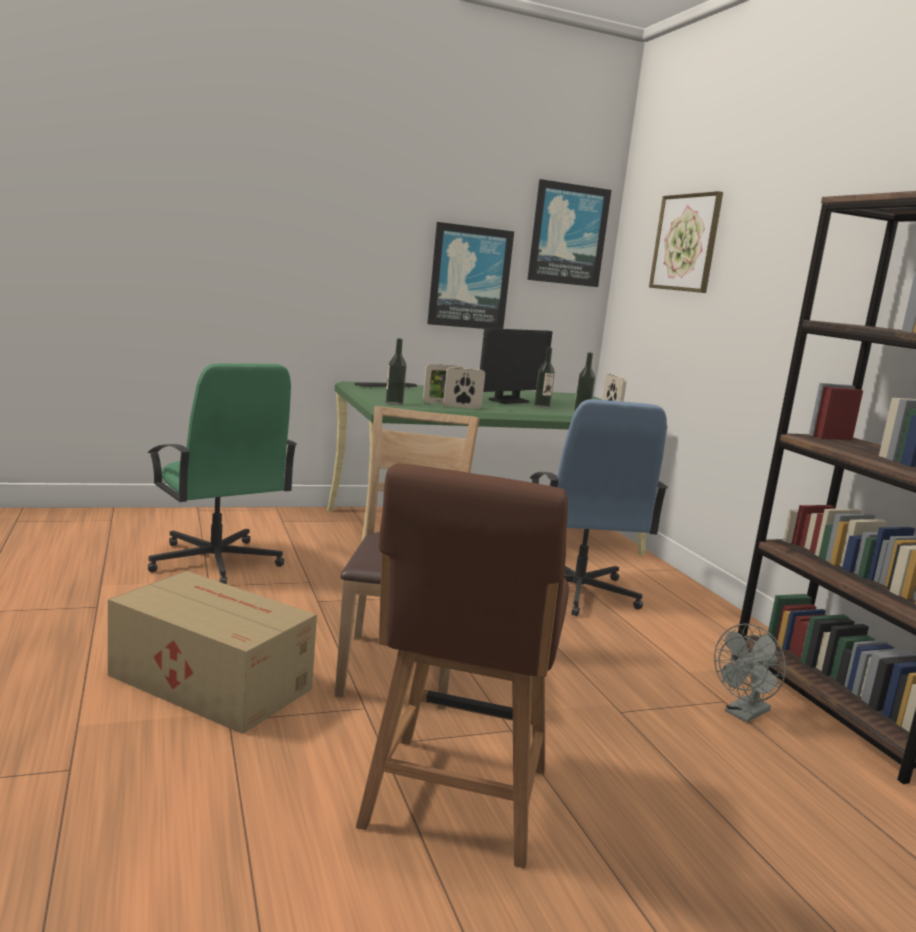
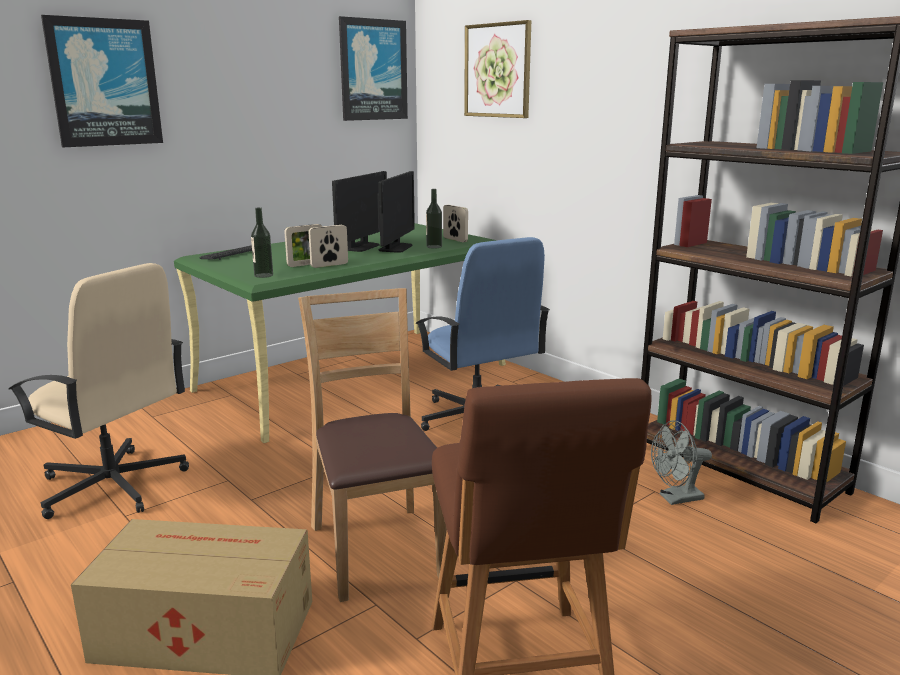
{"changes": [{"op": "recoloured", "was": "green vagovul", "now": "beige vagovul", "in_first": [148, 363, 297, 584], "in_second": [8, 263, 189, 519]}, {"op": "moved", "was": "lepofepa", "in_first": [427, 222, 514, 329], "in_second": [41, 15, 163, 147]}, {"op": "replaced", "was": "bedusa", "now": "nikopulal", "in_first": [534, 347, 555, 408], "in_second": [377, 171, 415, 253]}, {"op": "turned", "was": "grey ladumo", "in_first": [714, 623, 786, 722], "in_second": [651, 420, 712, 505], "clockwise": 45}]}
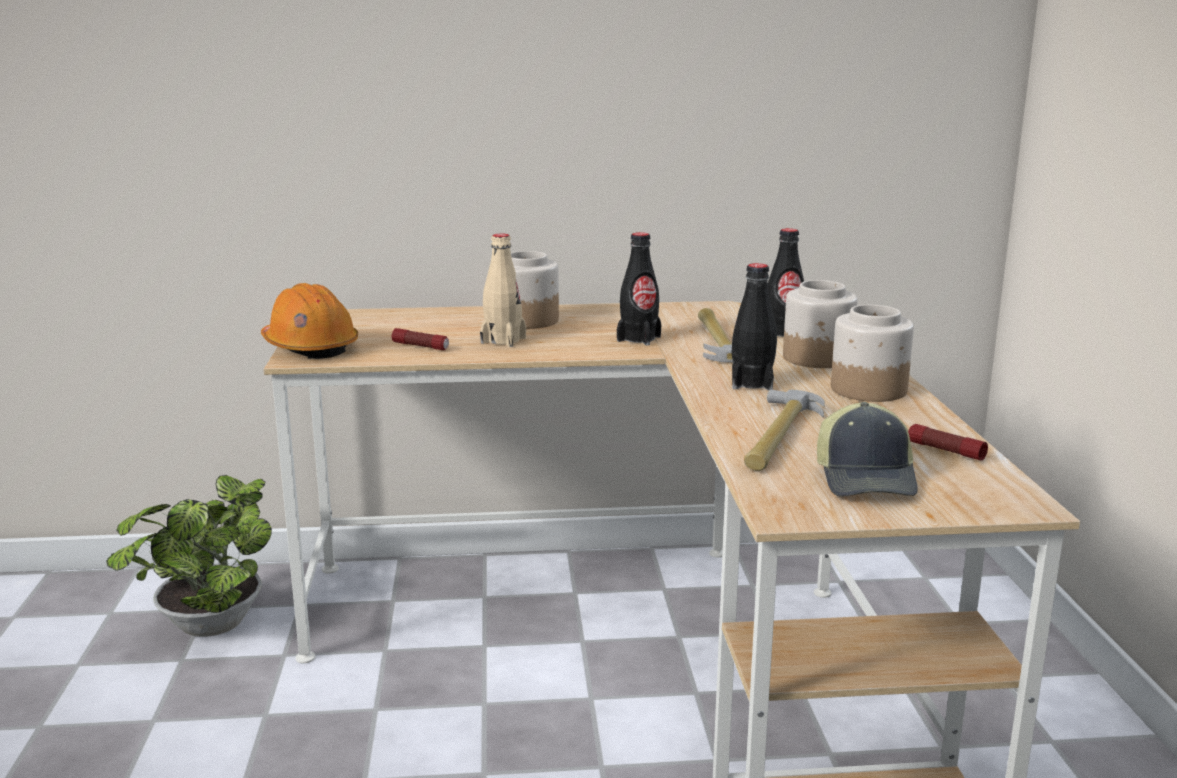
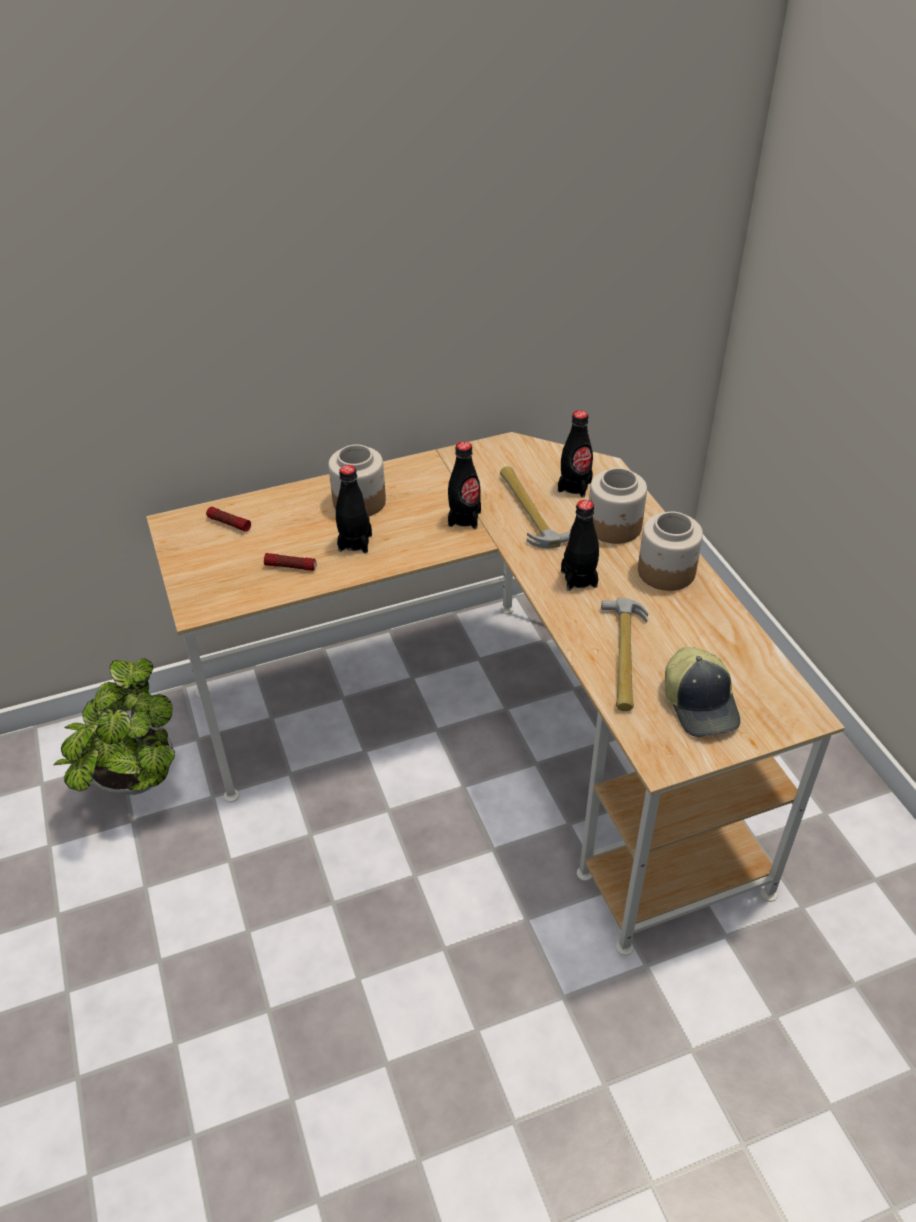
{"changes": [{"op": "moved", "was": "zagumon", "in_first": [908, 424, 988, 461], "in_second": [206, 507, 251, 532]}, {"op": "recoloured", "was": "beige bedusa", "now": "black bedusa", "in_first": [480, 234, 526, 347], "in_second": [336, 465, 372, 553]}, {"op": "removed", "was": "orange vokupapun", "in_first": [261, 283, 358, 359]}]}
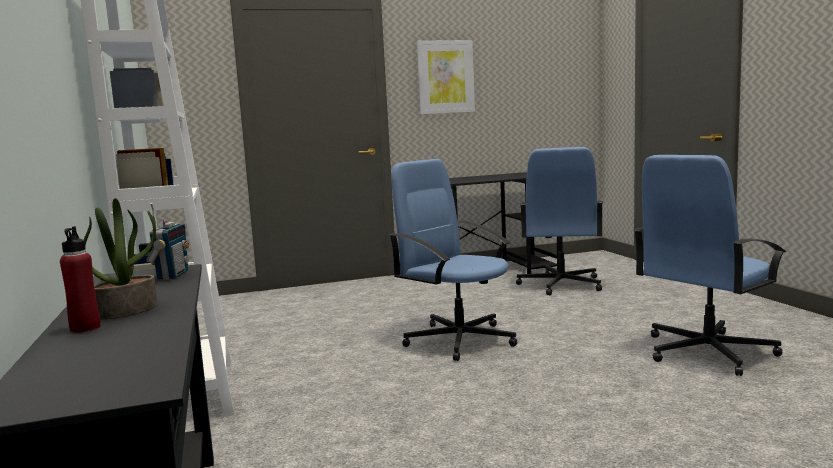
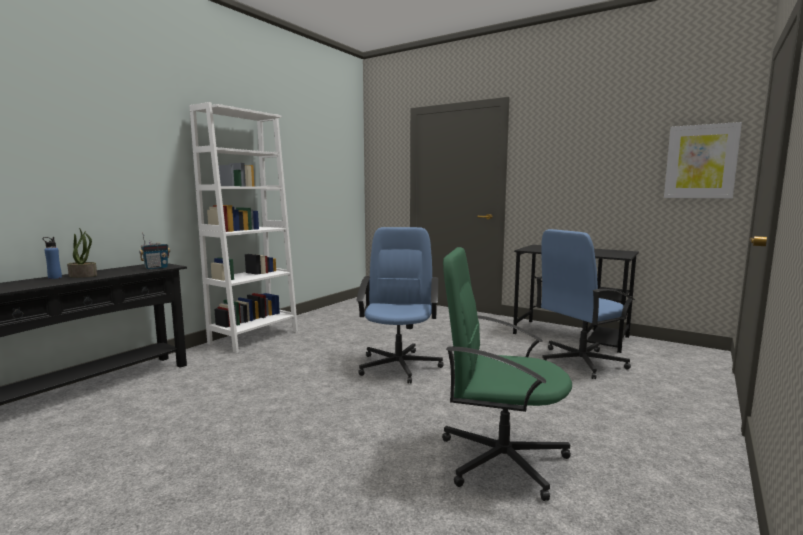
{"changes": [{"op": "recoloured", "was": "red bedusa", "now": "blue bedusa", "in_first": [60, 226, 100, 333], "in_second": [43, 237, 62, 279]}, {"op": "recoloured", "was": "blue vagovul", "now": "green vagovul", "in_first": [633, 155, 786, 376], "in_second": [442, 247, 572, 501]}, {"op": "moved", "was": "lepofepa", "in_first": [417, 40, 475, 114], "in_second": [664, 122, 742, 199]}]}
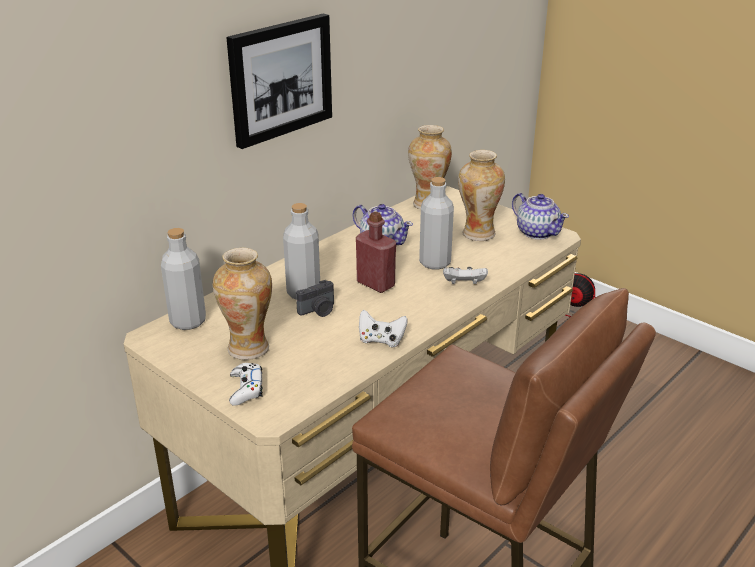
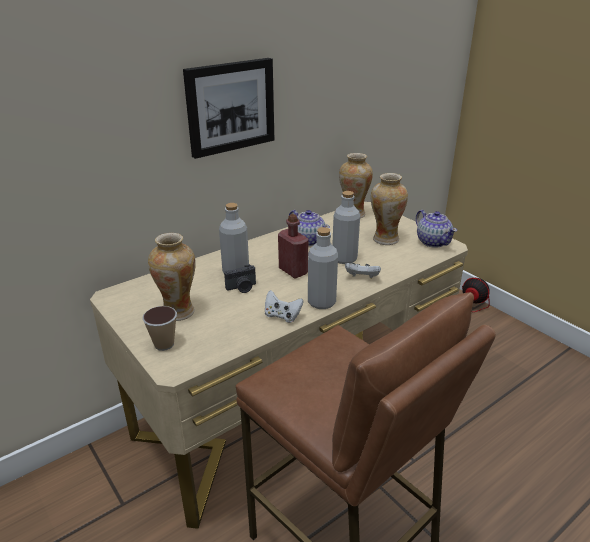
{"changes": [{"op": "replaced", "was": "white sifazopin", "now": "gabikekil", "in_first": [229, 363, 263, 406], "in_second": [142, 306, 177, 351]}, {"op": "moved", "was": "grey bedusa", "in_first": [161, 228, 206, 330], "in_second": [308, 227, 338, 309]}]}
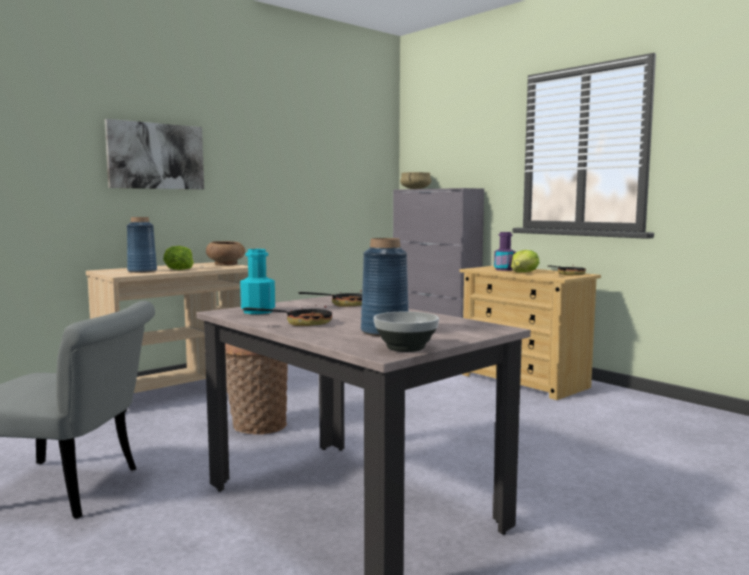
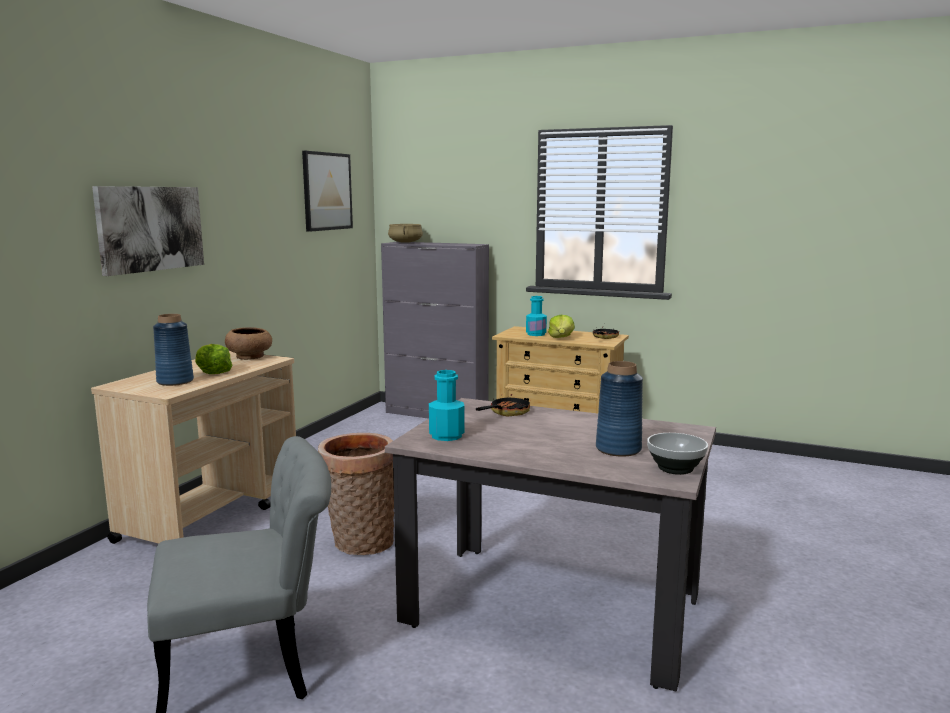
{"changes": [{"op": "added", "now": "lepofepa", "in_second": [302, 151, 353, 232]}, {"op": "recoloured", "was": "purple bedusa", "now": "turquoise bedusa", "in_first": [494, 232, 516, 271], "in_second": [526, 296, 547, 336]}, {"op": "removed", "was": "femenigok", "in_first": [243, 305, 332, 326]}]}
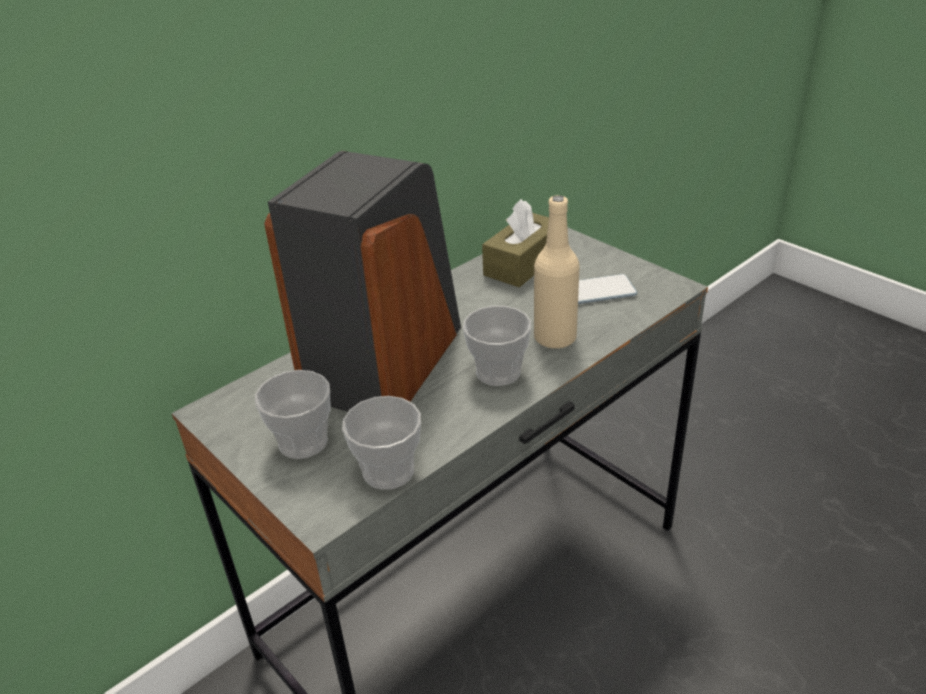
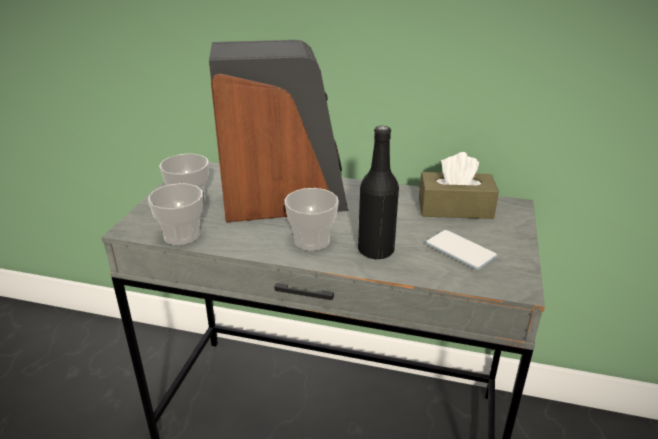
{"changes": [{"op": "recoloured", "was": "beige bedusa", "now": "black bedusa", "in_first": [534, 195, 580, 349], "in_second": [358, 126, 399, 260]}]}
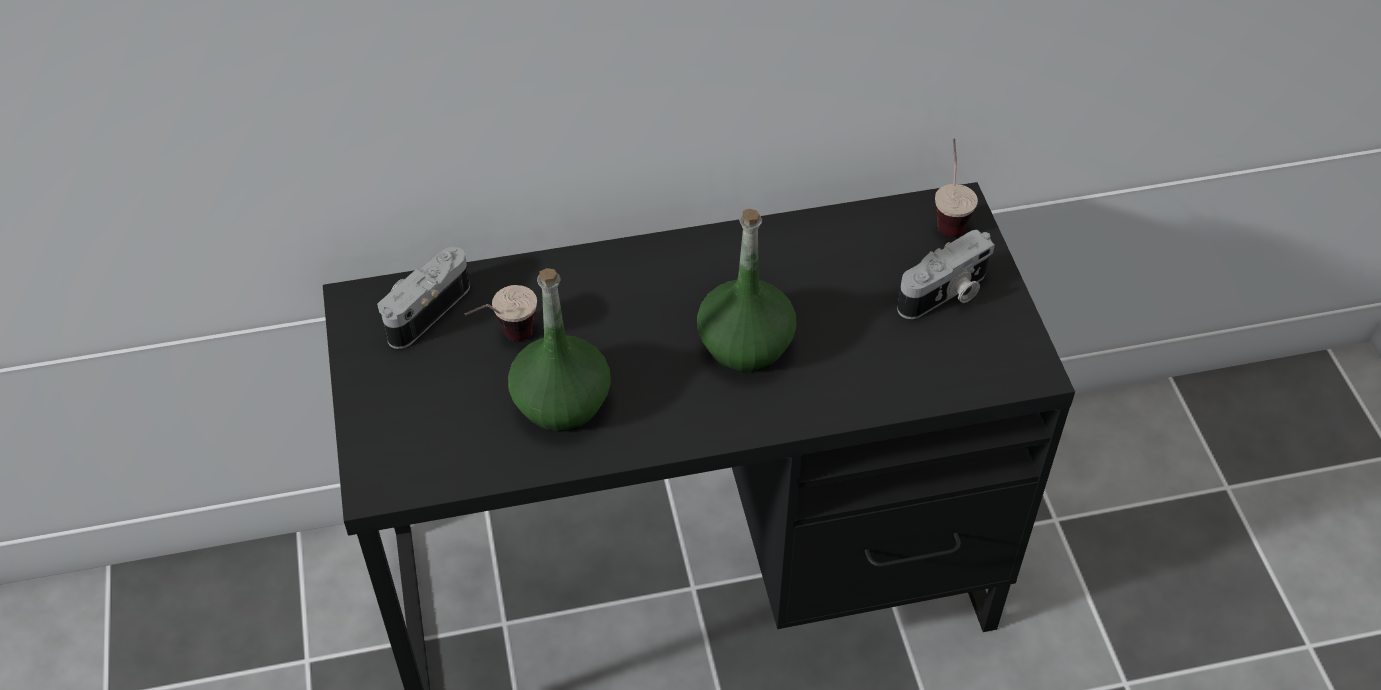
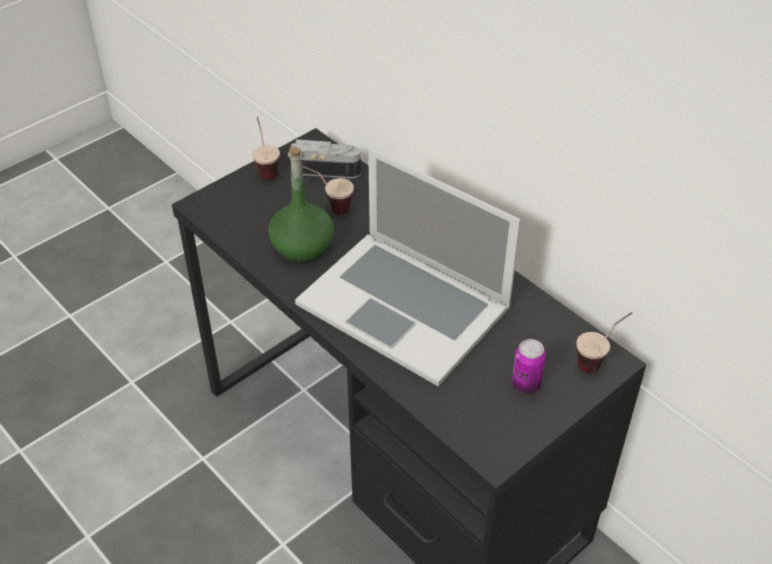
{"changes": [{"op": "added", "now": "gabikekil", "in_second": [252, 117, 280, 180]}, {"op": "replaced", "was": "green bedusa", "now": "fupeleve", "in_first": [697, 209, 796, 372], "in_second": [295, 148, 521, 386]}, {"op": "replaced", "was": "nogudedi", "now": "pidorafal", "in_first": [897, 230, 995, 319], "in_second": [512, 339, 546, 394]}]}
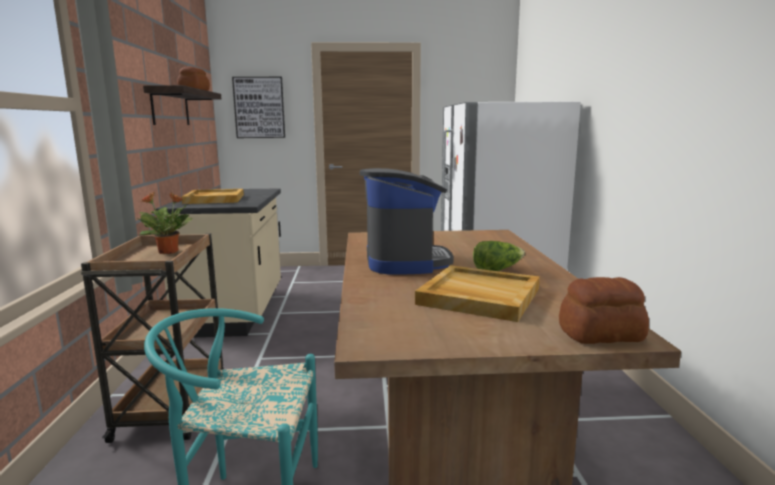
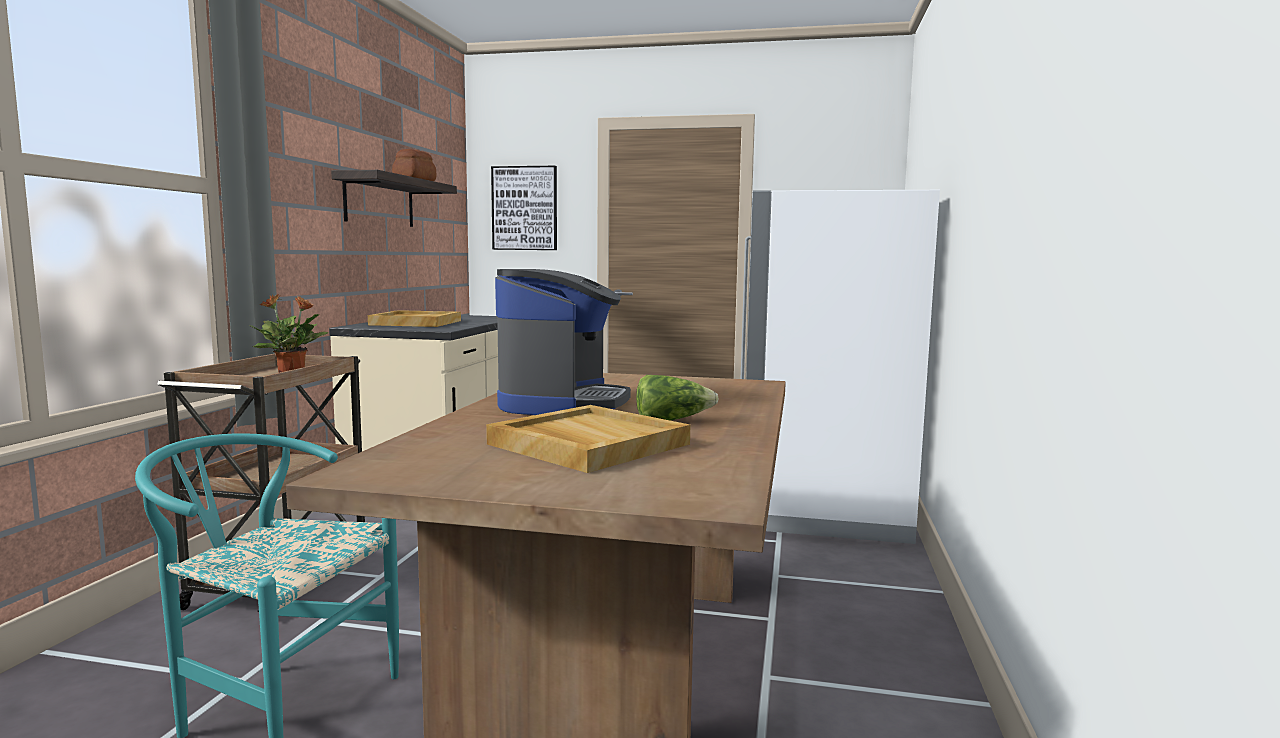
{"changes": [{"op": "removed", "was": "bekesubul", "in_first": [559, 277, 649, 344]}]}
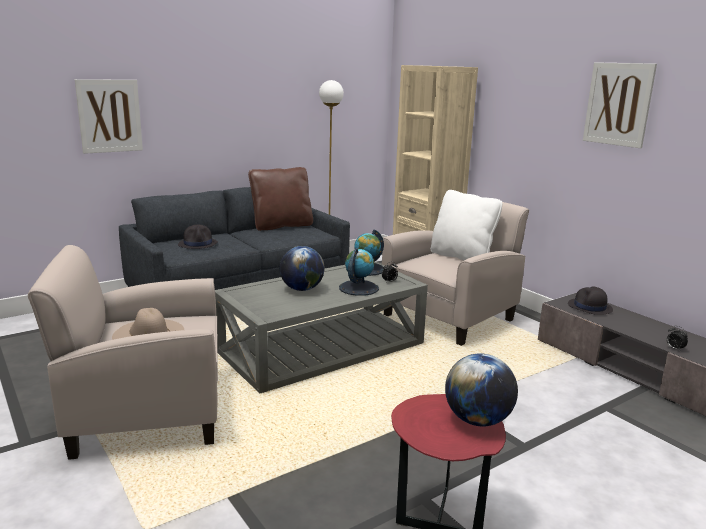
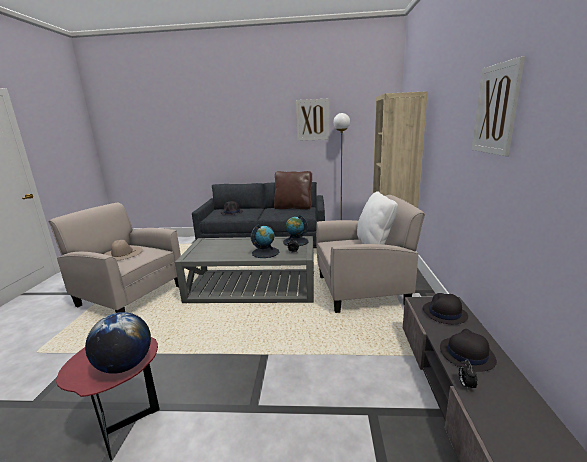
{"changes": [{"op": "moved", "was": "lepofepa", "in_first": [75, 79, 143, 154], "in_second": [296, 98, 329, 141]}, {"op": "added", "now": "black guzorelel", "in_second": [440, 329, 497, 372]}, {"op": "removed", "was": "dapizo", "in_first": [280, 246, 325, 291]}]}
